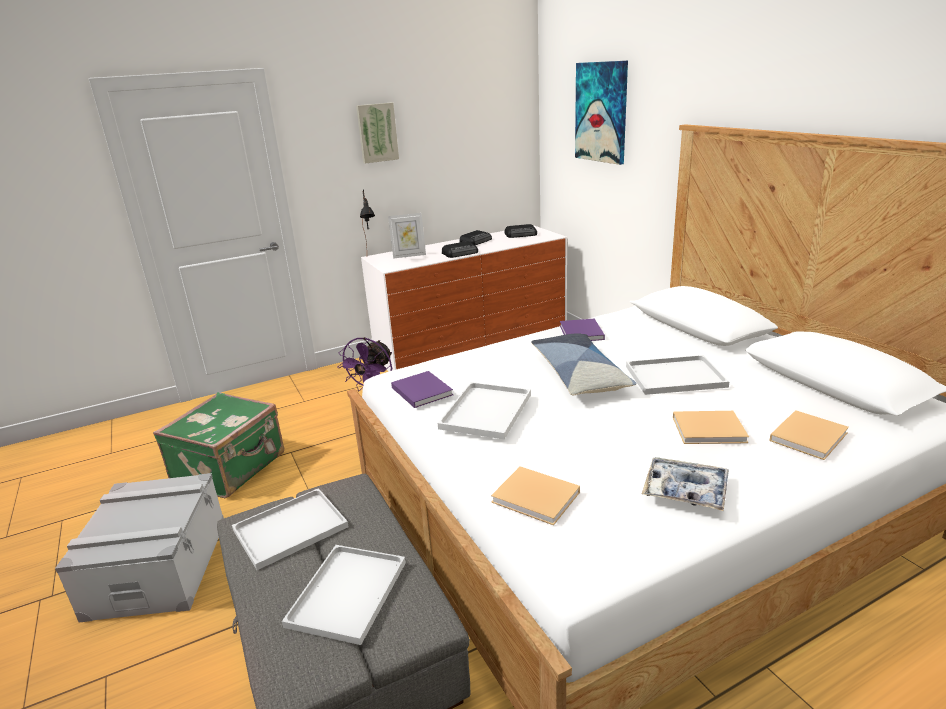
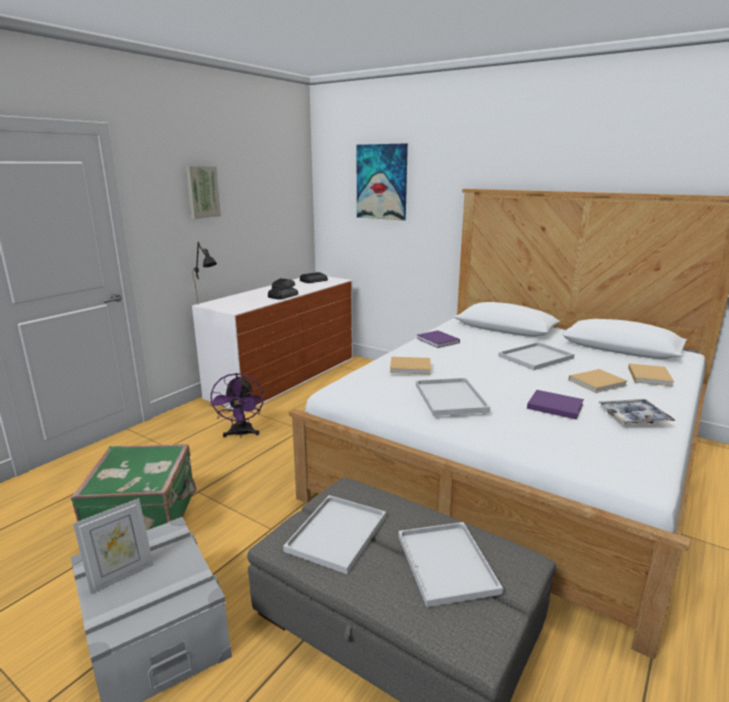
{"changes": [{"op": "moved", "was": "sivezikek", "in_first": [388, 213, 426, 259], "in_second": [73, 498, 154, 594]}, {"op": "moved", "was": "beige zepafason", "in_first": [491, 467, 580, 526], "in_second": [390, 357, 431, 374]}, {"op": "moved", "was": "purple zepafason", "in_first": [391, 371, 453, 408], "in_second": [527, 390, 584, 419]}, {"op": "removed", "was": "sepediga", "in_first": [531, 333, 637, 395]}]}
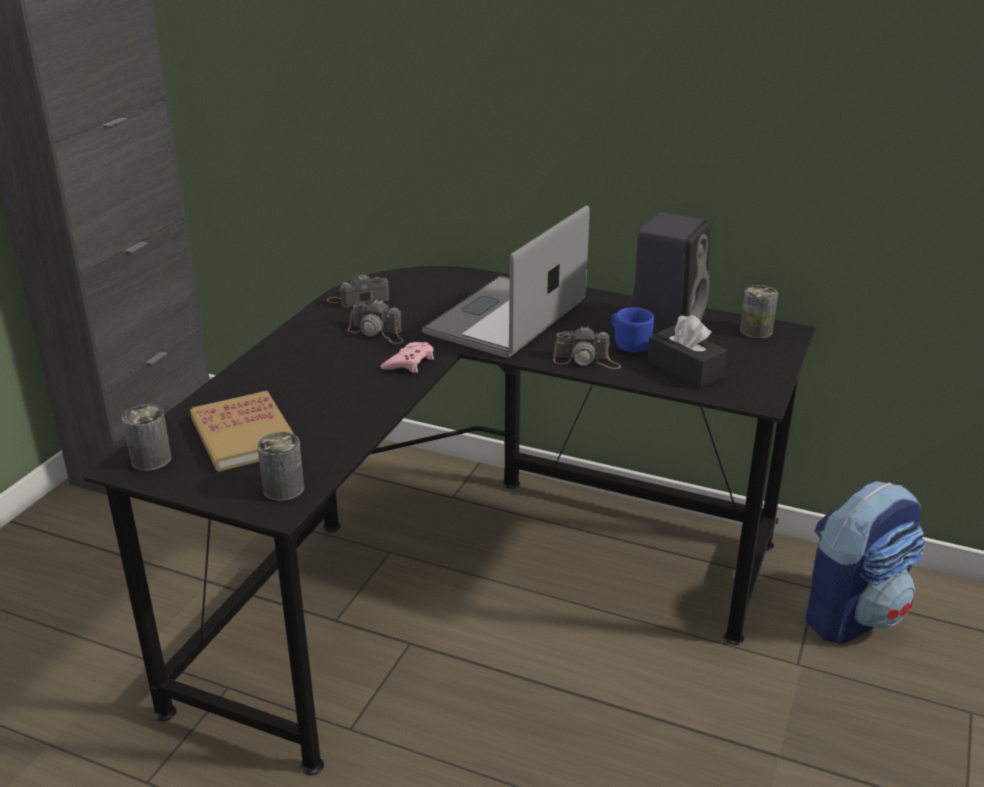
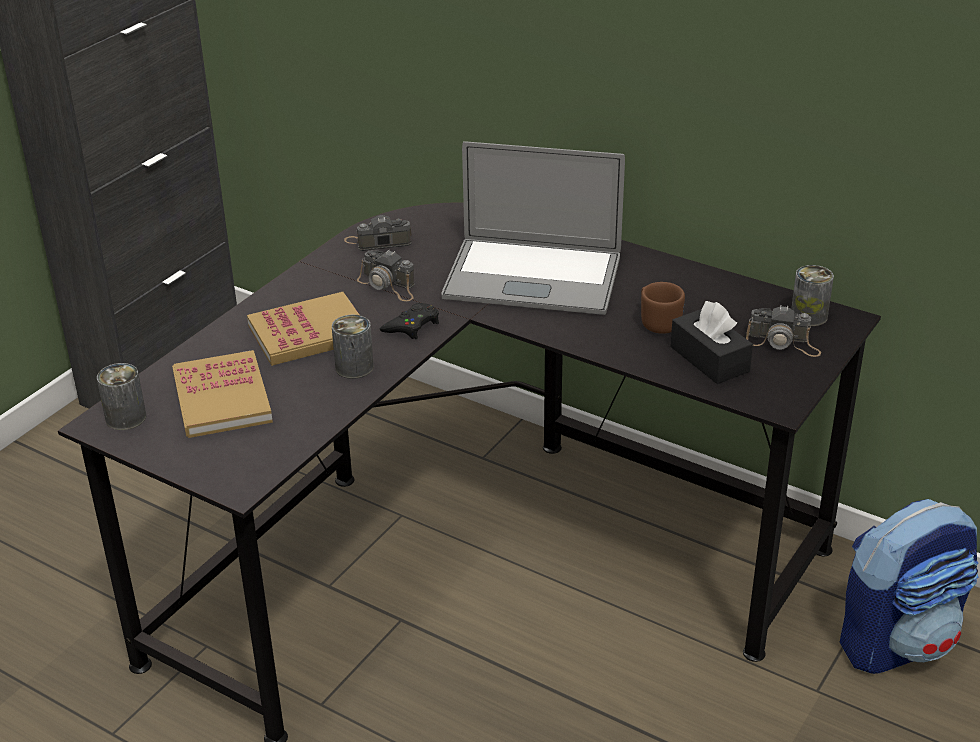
{"changes": [{"op": "added", "now": "zepafason", "in_second": [247, 292, 359, 366]}, {"op": "moved", "was": "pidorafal", "in_first": [257, 432, 304, 501], "in_second": [332, 314, 374, 379]}, {"op": "recoloured", "was": "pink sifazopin", "now": "black sifazopin", "in_first": [380, 342, 434, 373], "in_second": [380, 303, 439, 339]}, {"op": "turned", "was": "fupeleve", "in_first": [422, 205, 590, 358], "in_second": [441, 141, 625, 315], "clockwise": -120}, {"op": "recoloured", "was": "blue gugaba", "now": "brown gugaba", "in_first": [611, 307, 654, 353], "in_second": [641, 282, 685, 334]}, {"op": "moved", "was": "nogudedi", "in_first": [553, 326, 621, 369], "in_second": [746, 306, 821, 357]}, {"op": "removed", "was": "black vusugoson", "in_first": [632, 212, 710, 334]}]}
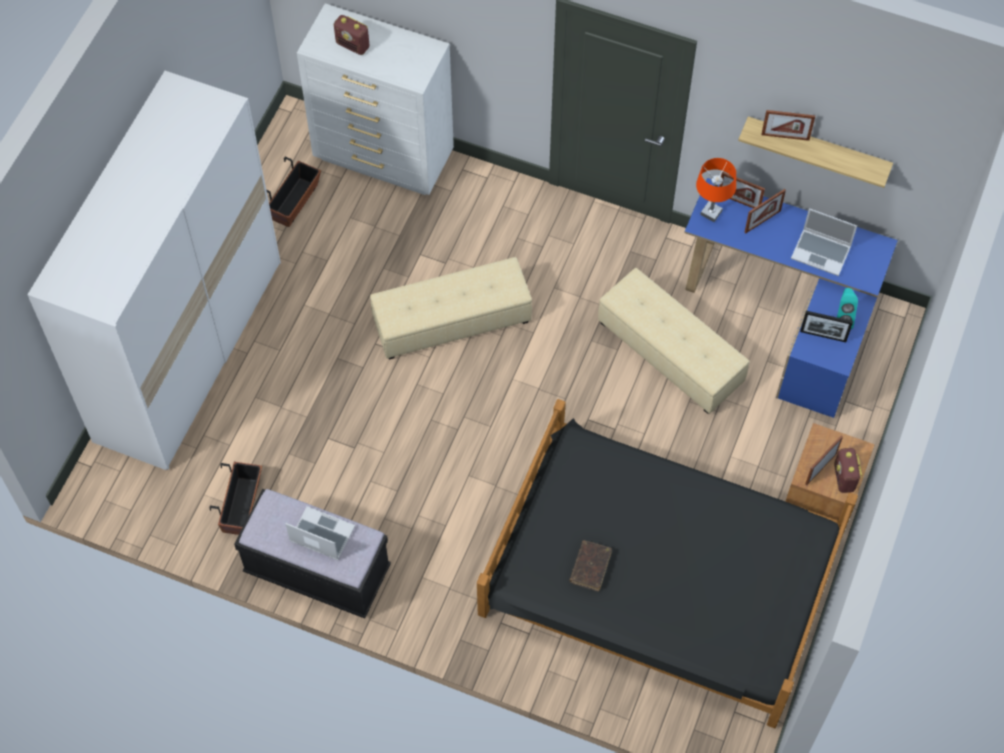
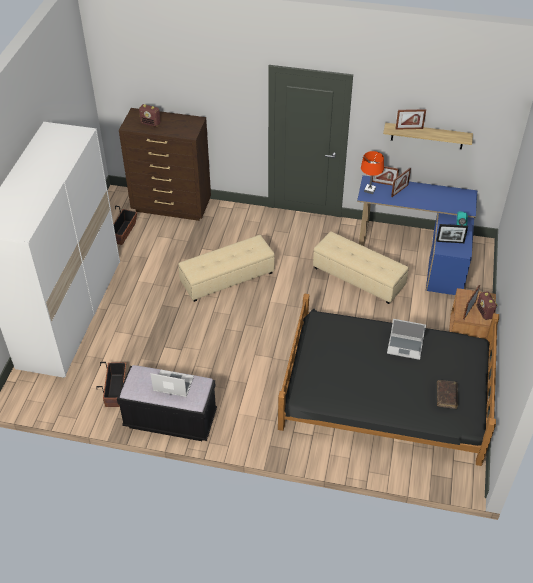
{"changes": [{"op": "recoloured", "was": "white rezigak", "now": "brown rezigak", "in_first": [297, 3, 454, 195], "in_second": [119, 108, 211, 221]}, {"op": "moved", "was": "fupeleve", "in_first": [791, 208, 857, 276], "in_second": [387, 319, 426, 360]}, {"op": "moved", "was": "brown zepafason", "in_first": [570, 541, 612, 591], "in_second": [437, 380, 458, 409]}]}
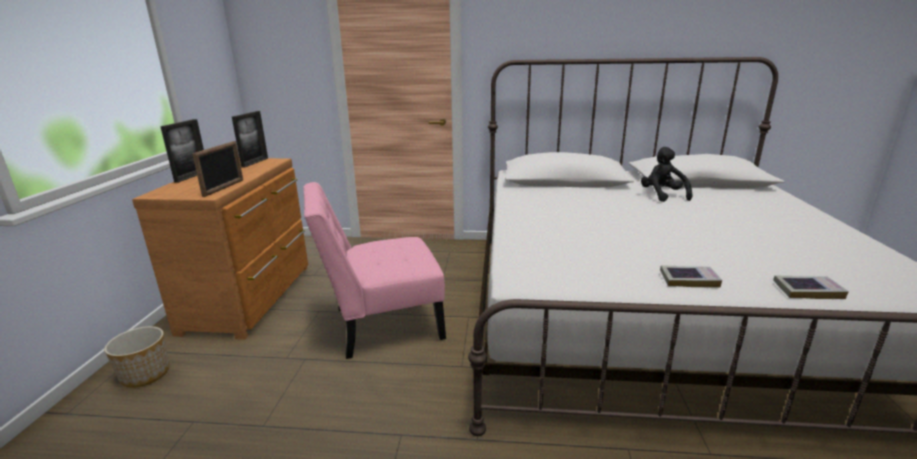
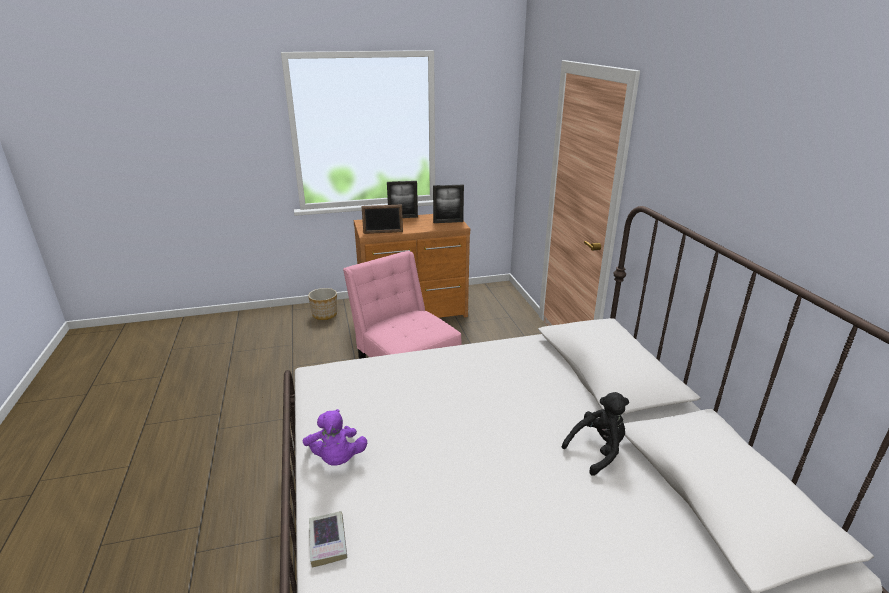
{"changes": [{"op": "replaced", "was": "zepafason", "now": "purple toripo", "in_first": [660, 265, 722, 288], "in_second": [303, 409, 367, 466]}]}
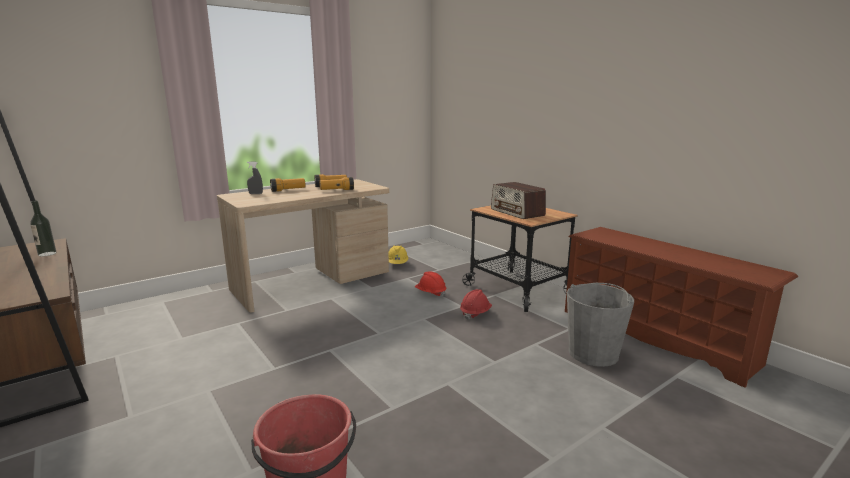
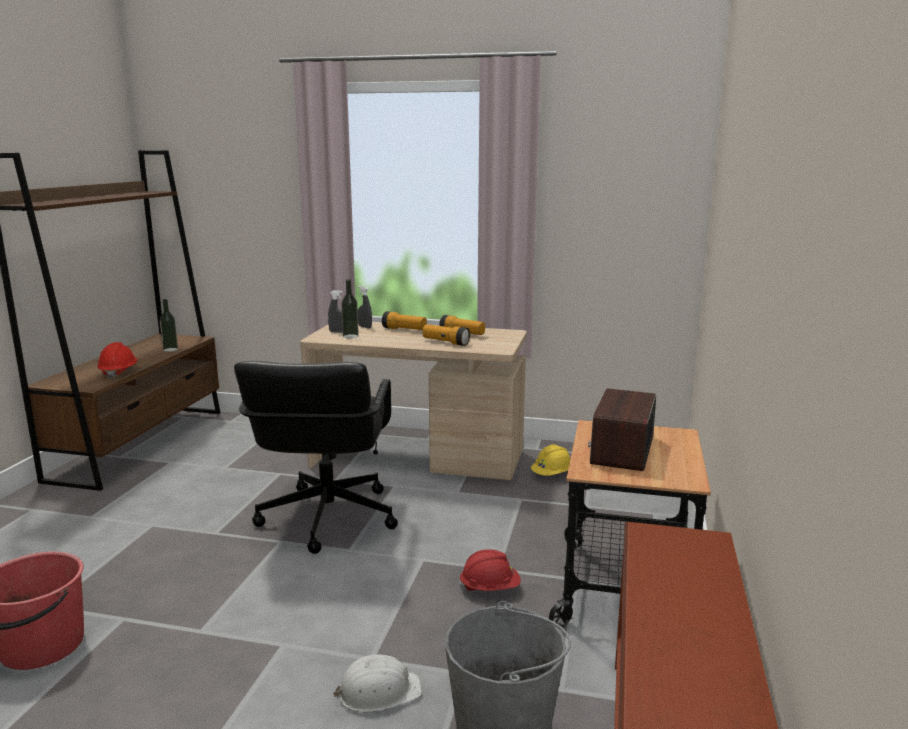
{"changes": [{"op": "moved", "was": "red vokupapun", "in_first": [415, 272, 447, 297], "in_second": [98, 342, 138, 379]}, {"op": "added", "now": "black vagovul", "in_second": [234, 361, 398, 554]}, {"op": "added", "now": "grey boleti", "in_second": [328, 291, 343, 333]}, {"op": "added", "now": "white vokupapun", "in_second": [333, 654, 422, 713]}, {"op": "added", "now": "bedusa", "in_second": [341, 279, 359, 338]}]}
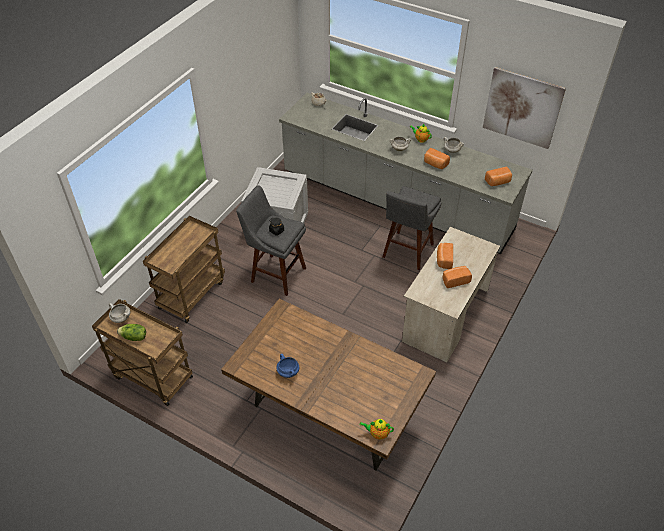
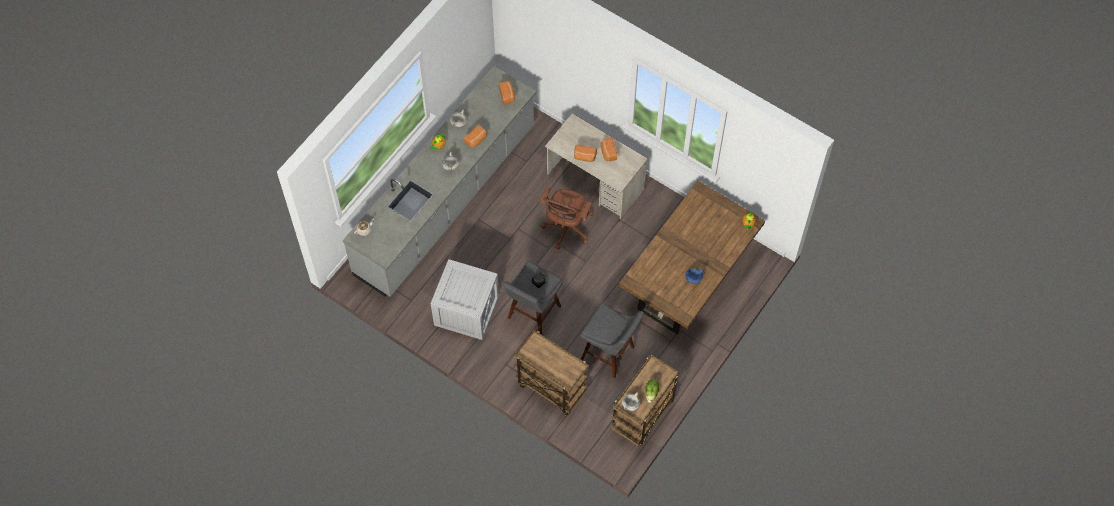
{"changes": [{"op": "added", "now": "brown vagovul", "in_second": [540, 187, 594, 250]}, {"op": "moved", "was": "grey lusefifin", "in_first": [383, 186, 441, 270], "in_second": [580, 302, 644, 378]}, {"op": "removed", "was": "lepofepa", "in_first": [483, 67, 566, 149]}]}
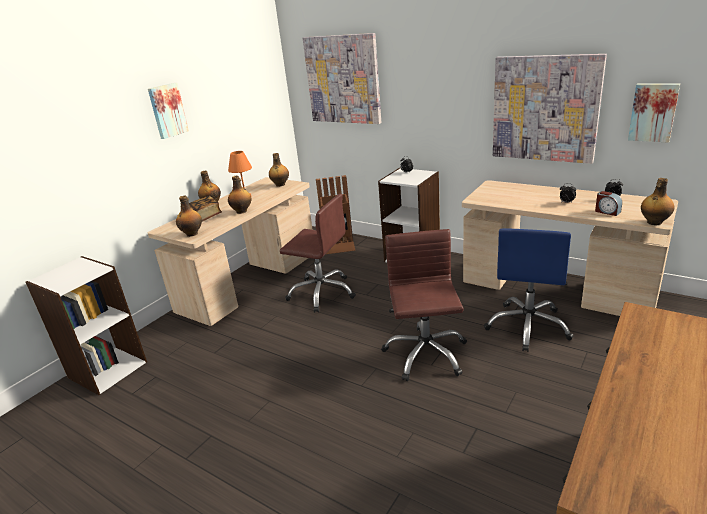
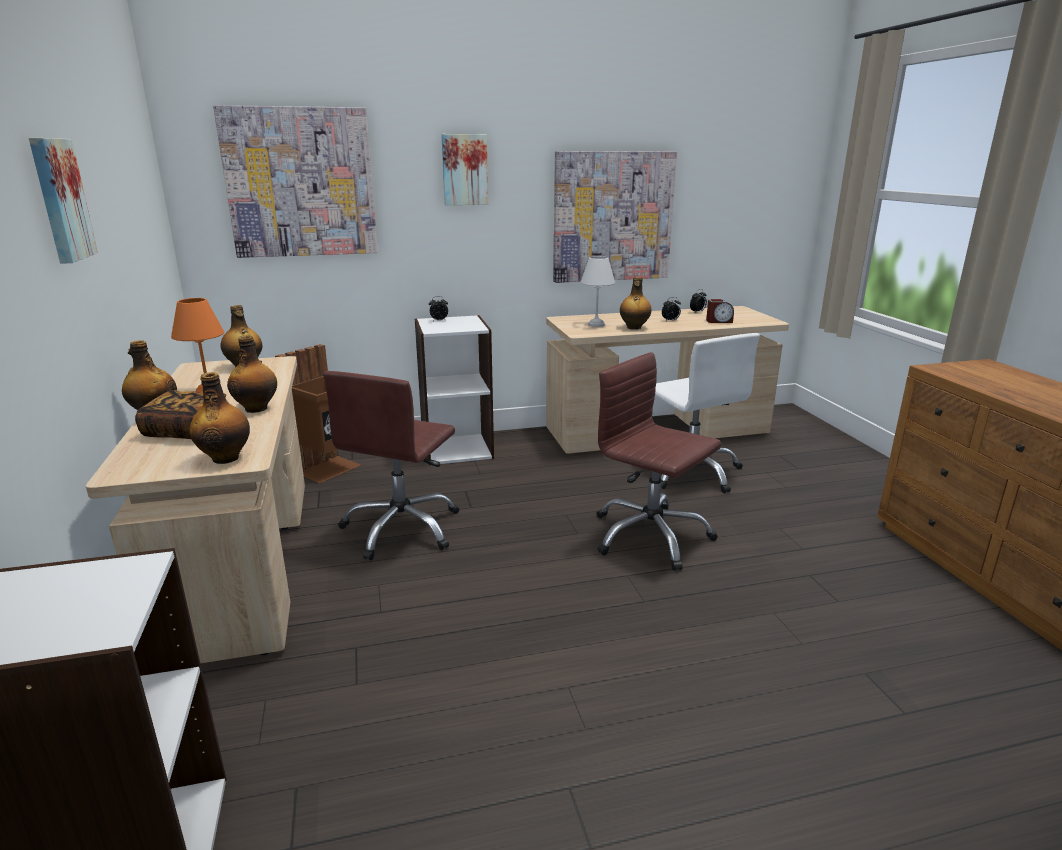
{"changes": [{"op": "turned", "was": "brown vagovul", "in_first": [280, 194, 356, 312], "in_second": [323, 371, 459, 560], "clockwise": 135}, {"op": "moved", "was": "lepofepa", "in_first": [628, 84, 680, 143], "in_second": [441, 134, 488, 205]}, {"op": "added", "now": "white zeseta", "in_second": [581, 256, 615, 327]}, {"op": "moved", "was": "bedusa", "in_first": [641, 178, 675, 225], "in_second": [620, 277, 651, 330]}, {"op": "recoloured", "was": "blue vagovul", "now": "white vagovul", "in_first": [484, 229, 574, 352], "in_second": [655, 333, 760, 493]}]}
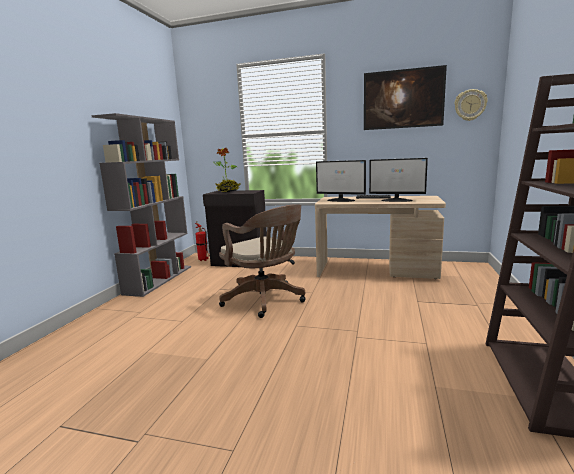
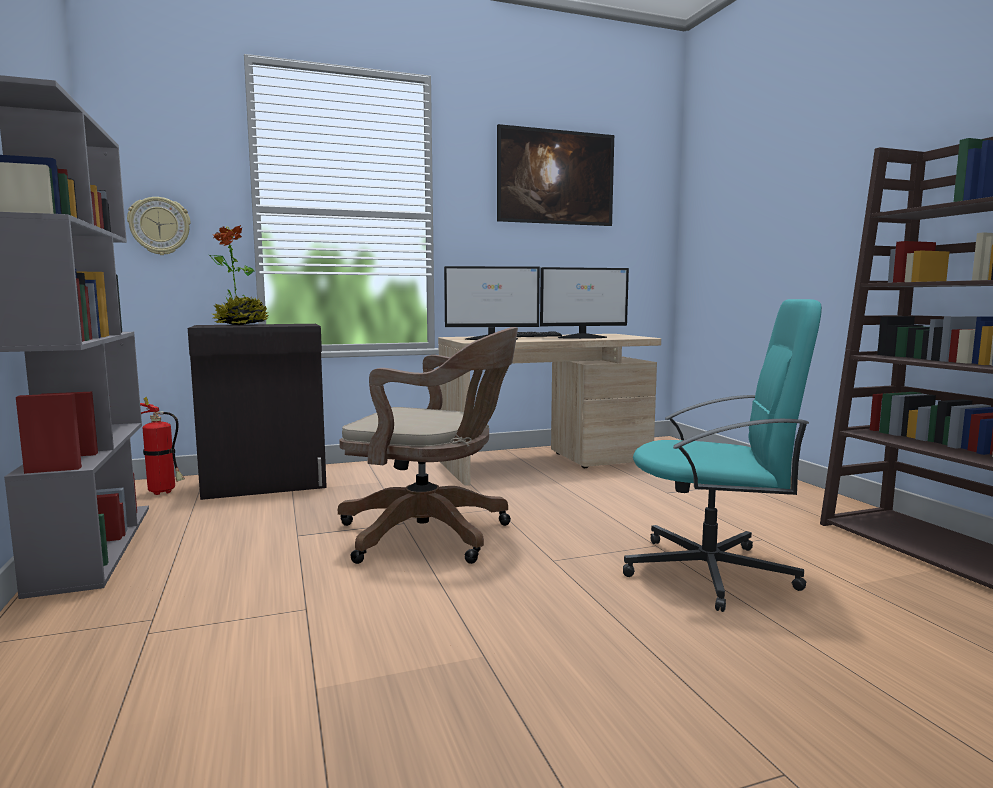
{"changes": [{"op": "moved", "was": "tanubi", "in_first": [454, 89, 488, 121], "in_second": [127, 197, 191, 255]}, {"op": "added", "now": "turquoise vagovul", "in_second": [623, 299, 822, 612]}]}
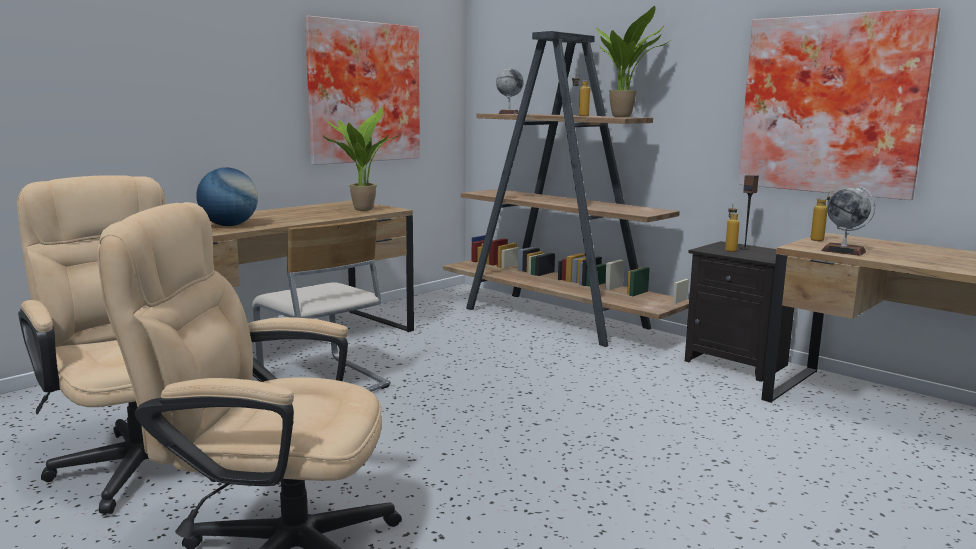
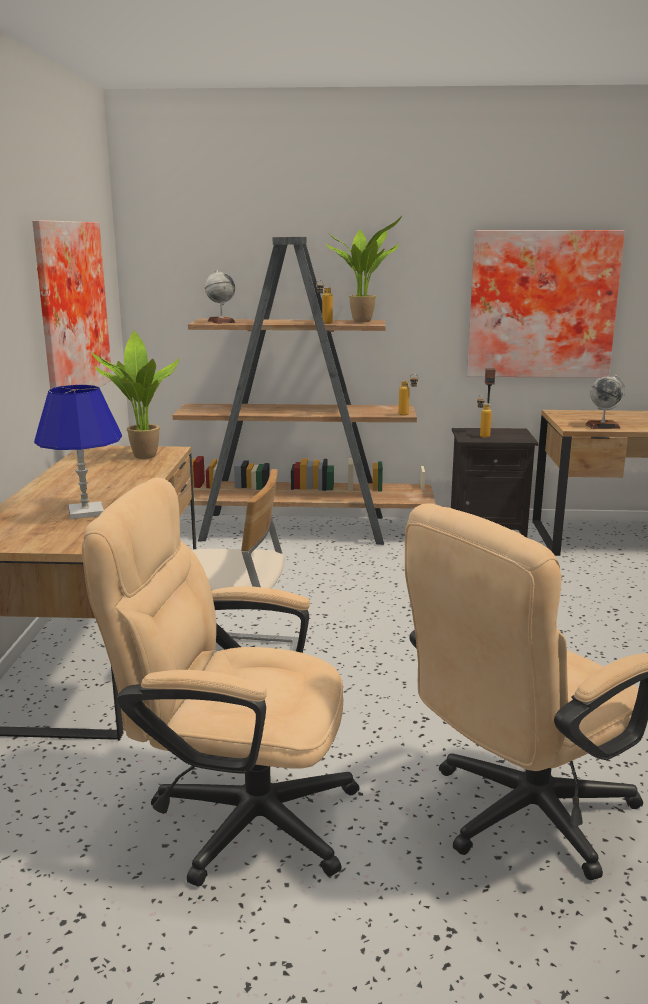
{"changes": [{"op": "replaced", "was": "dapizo", "now": "blue zeseta", "in_first": [196, 168, 258, 226], "in_second": [34, 385, 122, 519]}, {"op": "moved", "was": "bedusa", "in_first": [811, 191, 836, 241], "in_second": [399, 374, 418, 416]}]}
